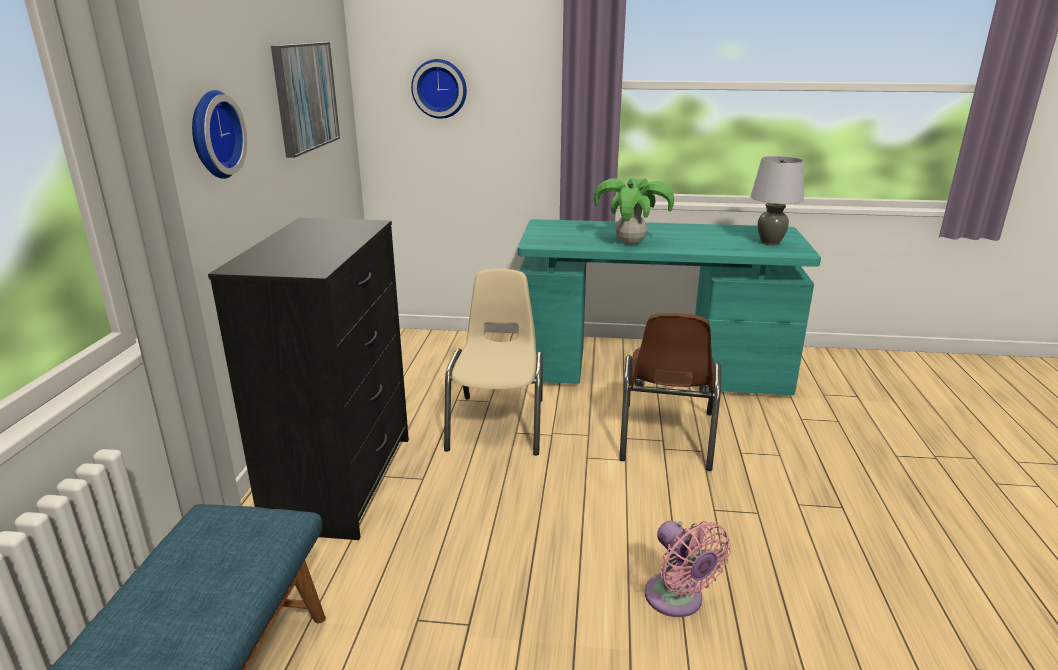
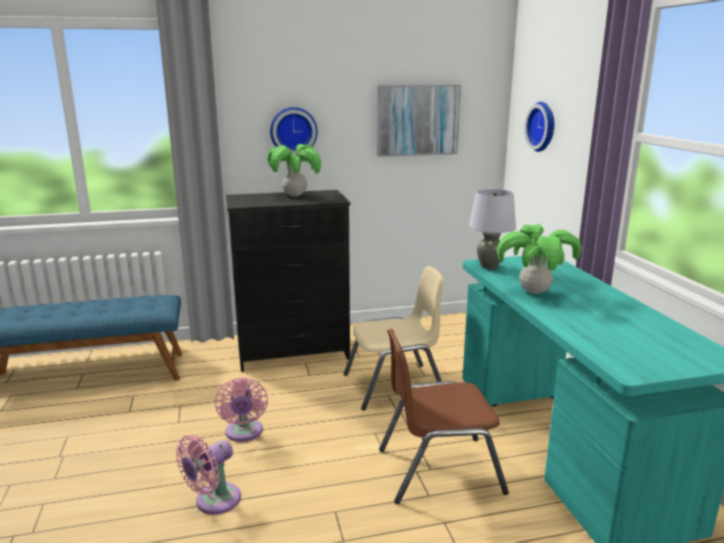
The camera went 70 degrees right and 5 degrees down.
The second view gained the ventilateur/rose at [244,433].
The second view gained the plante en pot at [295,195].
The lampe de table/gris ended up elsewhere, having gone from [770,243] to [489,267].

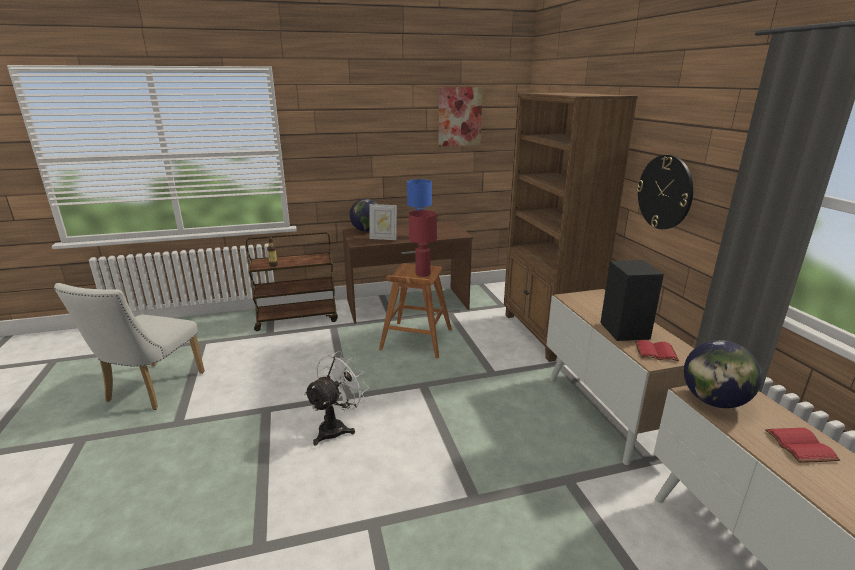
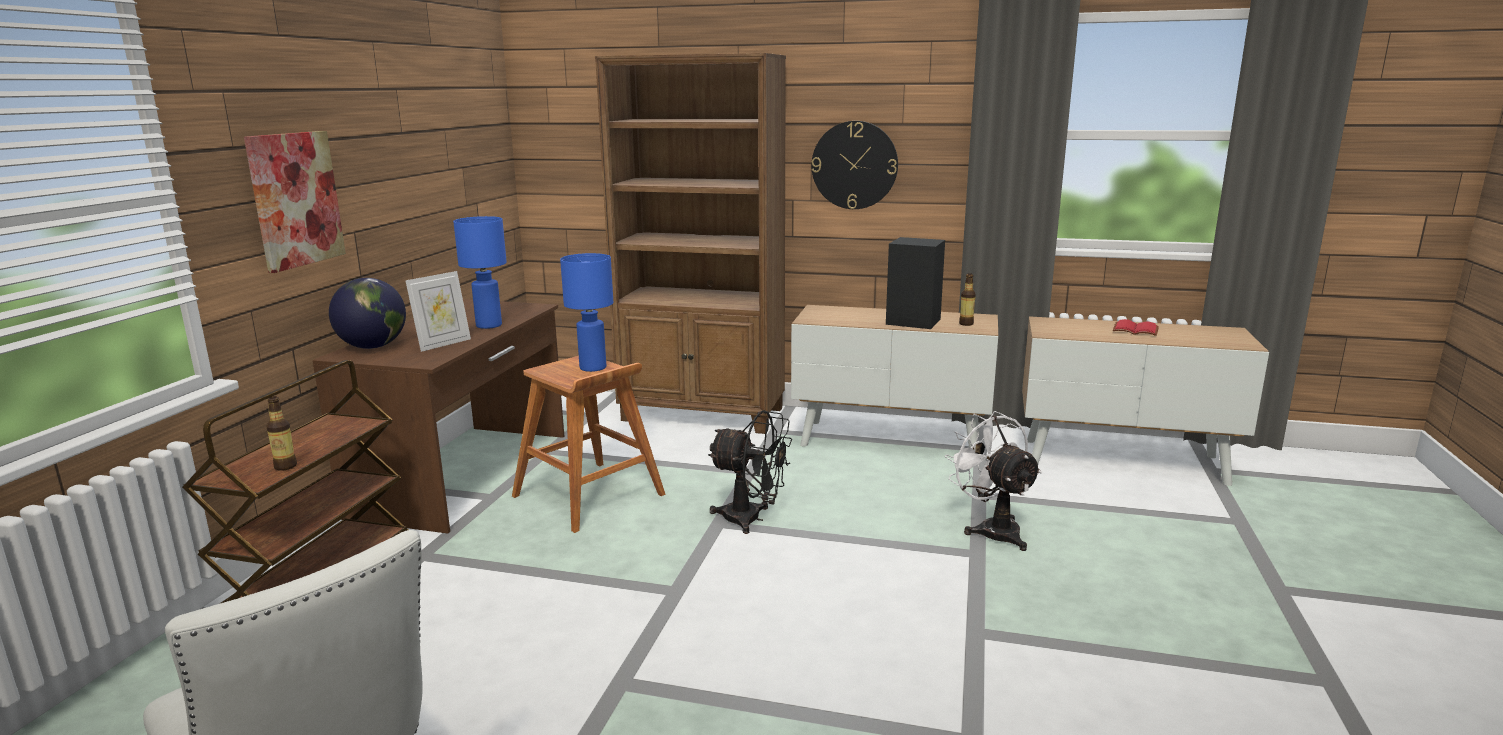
The camera went 60 degrees left and 5 degrees down.
The tableau ended up elsewhere, having gone from [459,116] to [295,199].
What was the lampe de table/rouge at [422,274] turned into the lampe de table/bleu at [592,368].
The second view gained the ventilateur/noir at [751,519].
The ventilateur/blanc ended up elsewhere, having gone from [337,427] to [992,529].
Where the livre/rouge stood at [656,352], the bouteille came to stand at [966,324].
The second view lost the globe at [713,401].

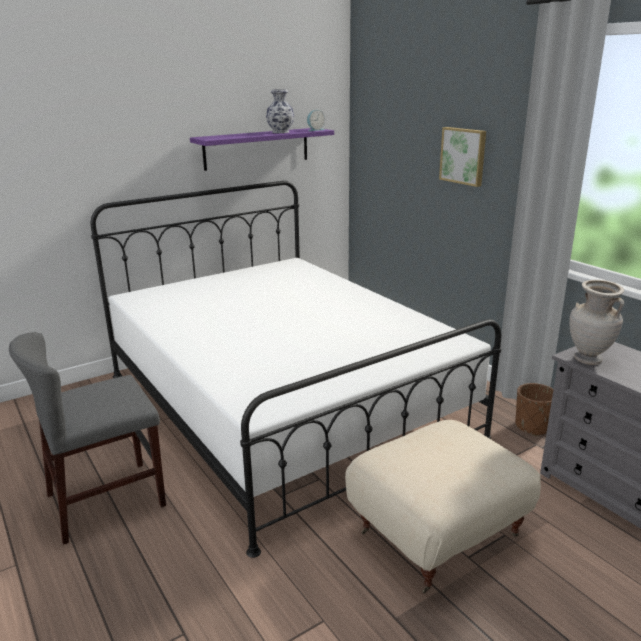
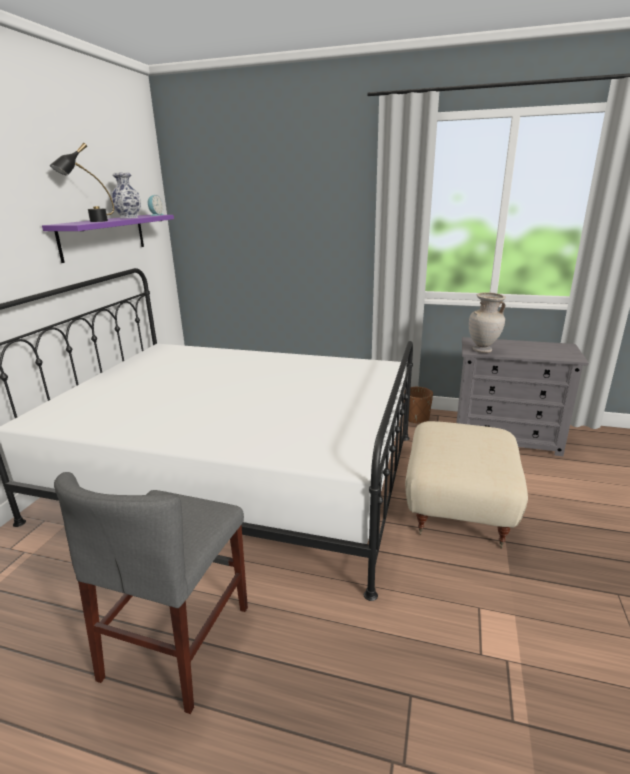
The camera went 40 degrees left and 0 degrees up.
The second view gained the lampe de table/noir at [90,221].
The second view lost the tableau at [463,156].

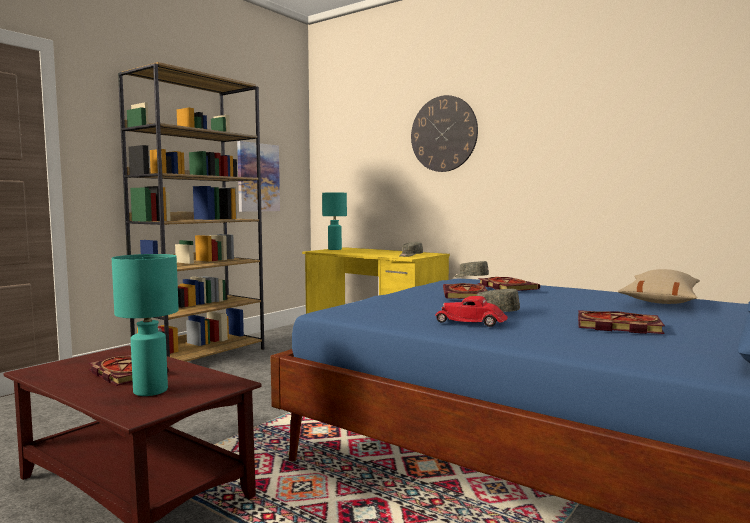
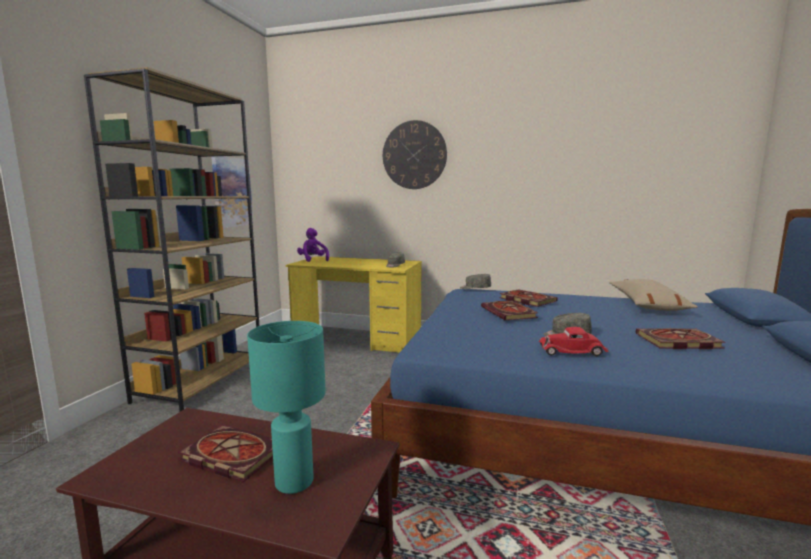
The camera went 20 degrees left and 5 degrees up.
Where the lampe de table/turquoise stood at [335,249], the peluche/violet came to stand at [313,260].

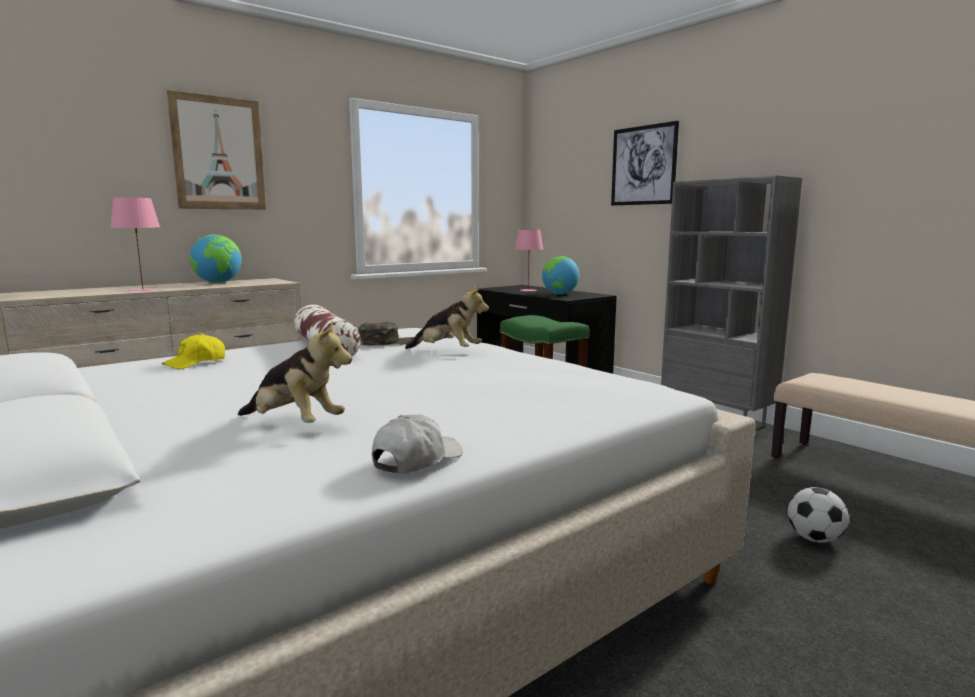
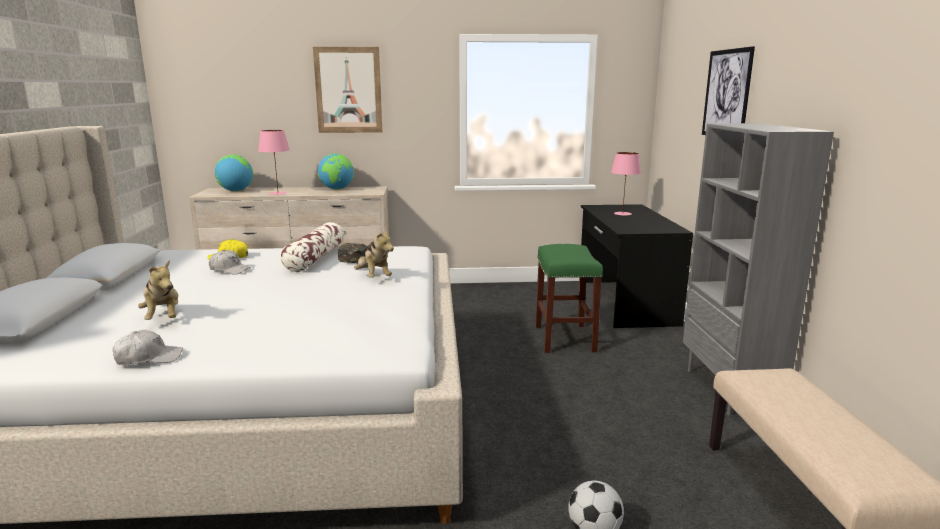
The camera went 35 degrees right and 5 degrees up.
The second view gained the casquette/blanc at [230,269].
The globe ended up elsewhere, having gone from [559,294] to [235,191].

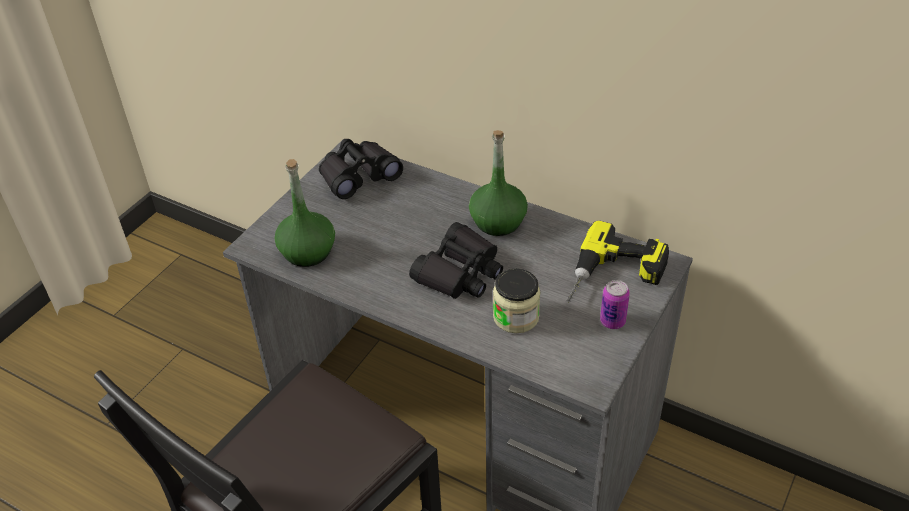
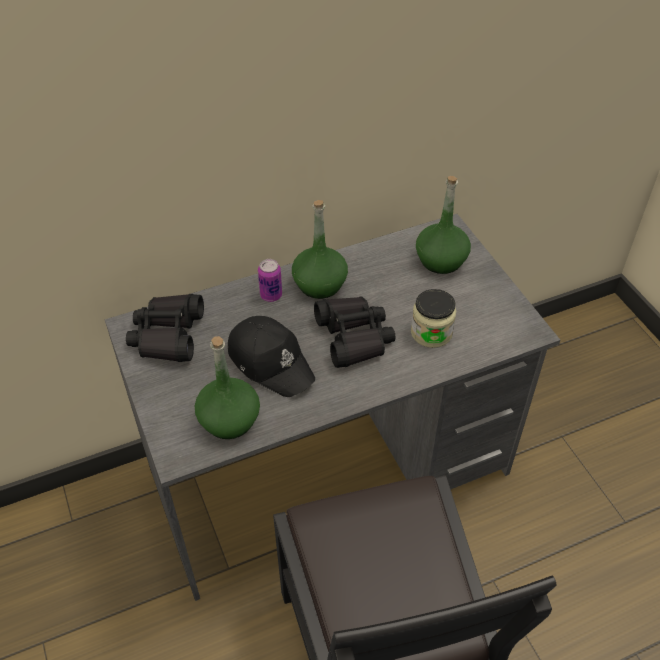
The camera went 55 degrees left and 5 degrees up.
The second view gained the casquette/noir at [271,361].
The boîte métallique ended up elsewhere, having gone from [612,321] to [271,295].
Where the perceuse stood at [615,278], the bouteille/vert came to stand at [441,260].

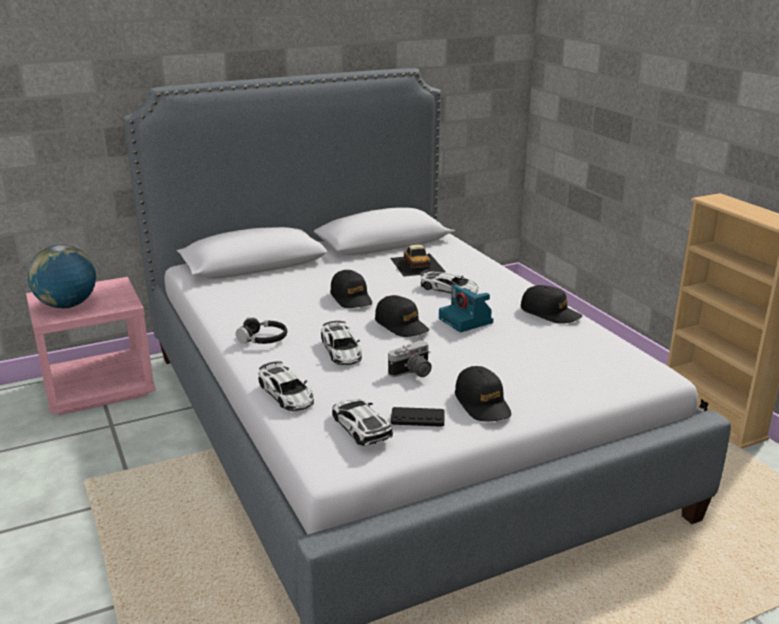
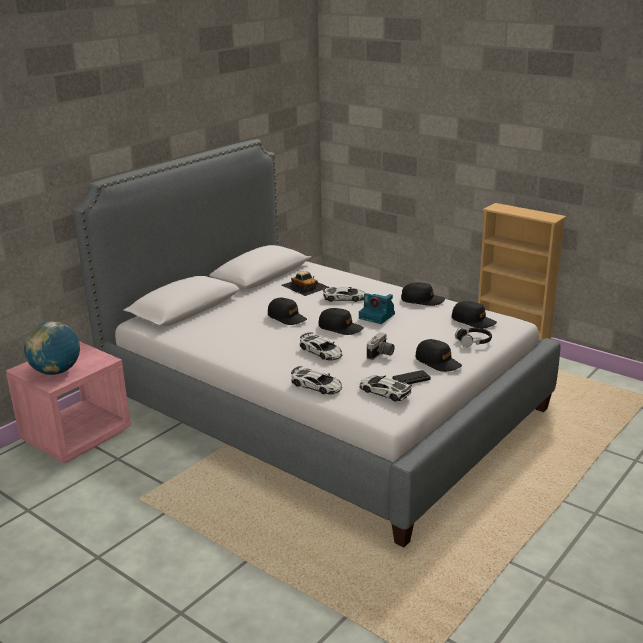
The camera went 25 degrees left and 0 degrees up.
The second view gained the casquette/noir at [473,321].
The casque audio/noir ended up elsewhere, having gone from [263,339] to [473,341].

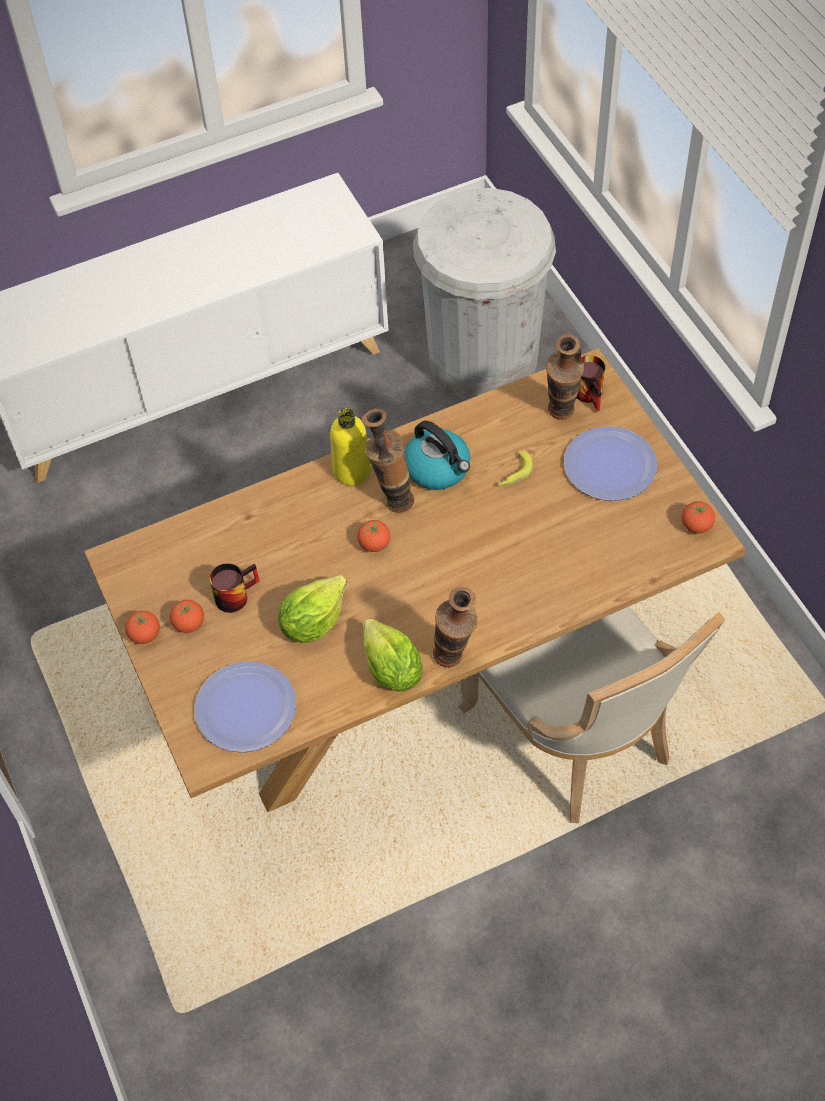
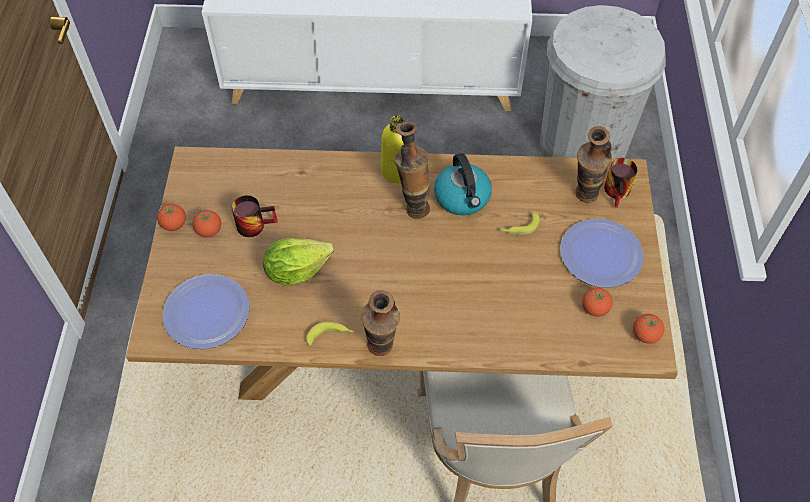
The camera went 25 degrees right and 0 degrees up.
Where the laitue stood at [391,670], the banane came to stand at [330,336].
The tomate ended up elsewhere, having gone from [374,544] to [594,308].

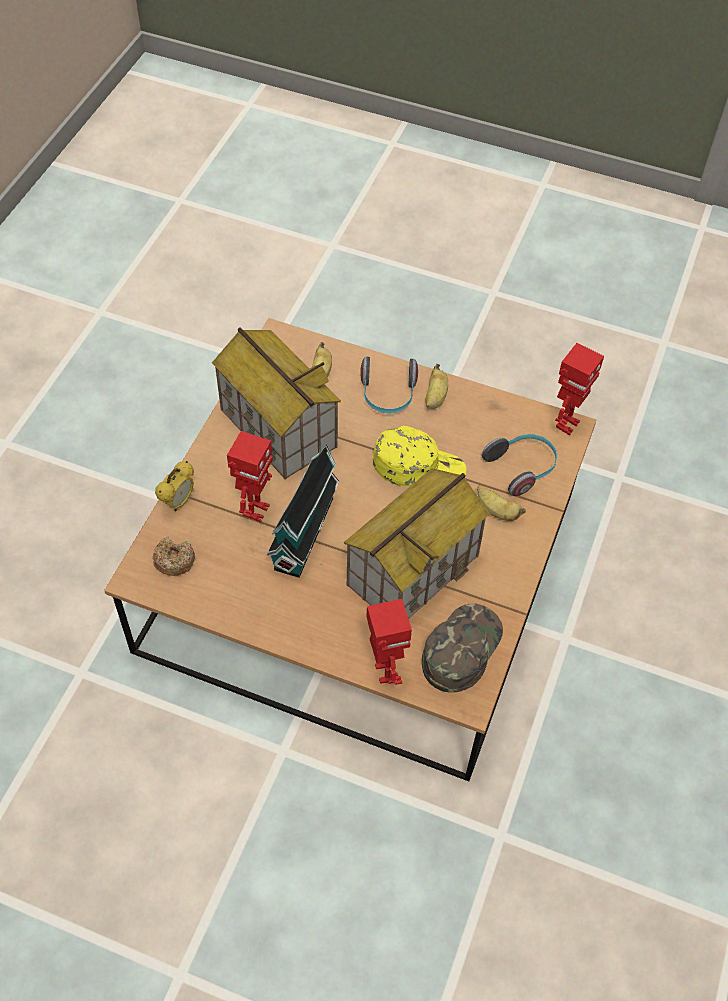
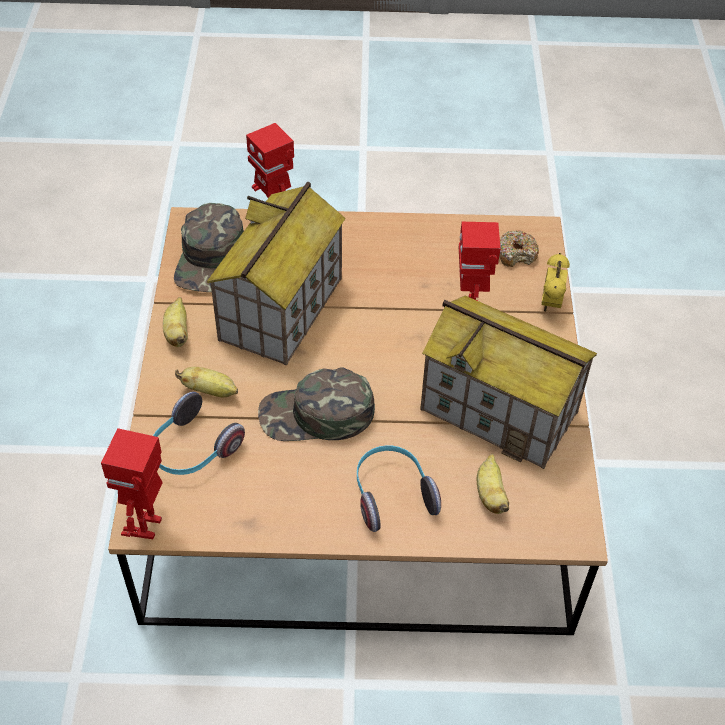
The camera went 160 degrees right and 5 degrees down.
The banane ended up elsewhere, having gone from [435,397] to [177,333].
What was the casquette/jaune at [419,466] turned into the casquette/vert at [316,415].
The second view lost the maison miniature at [305,530].

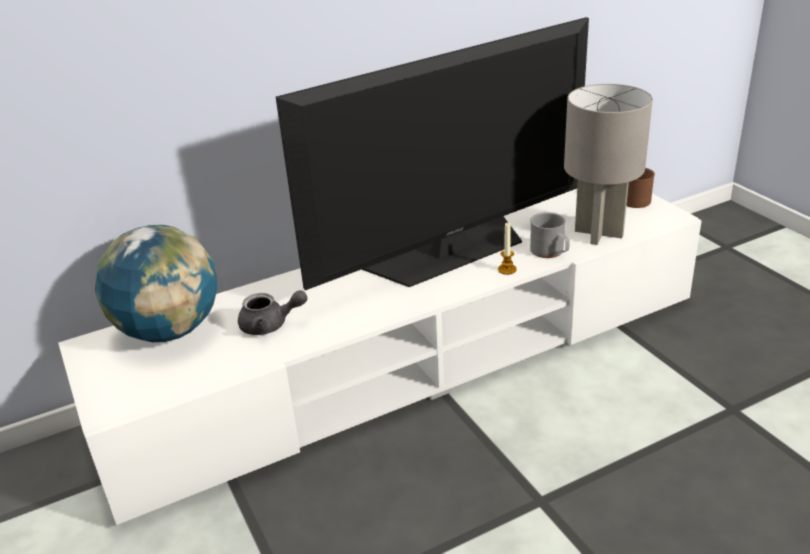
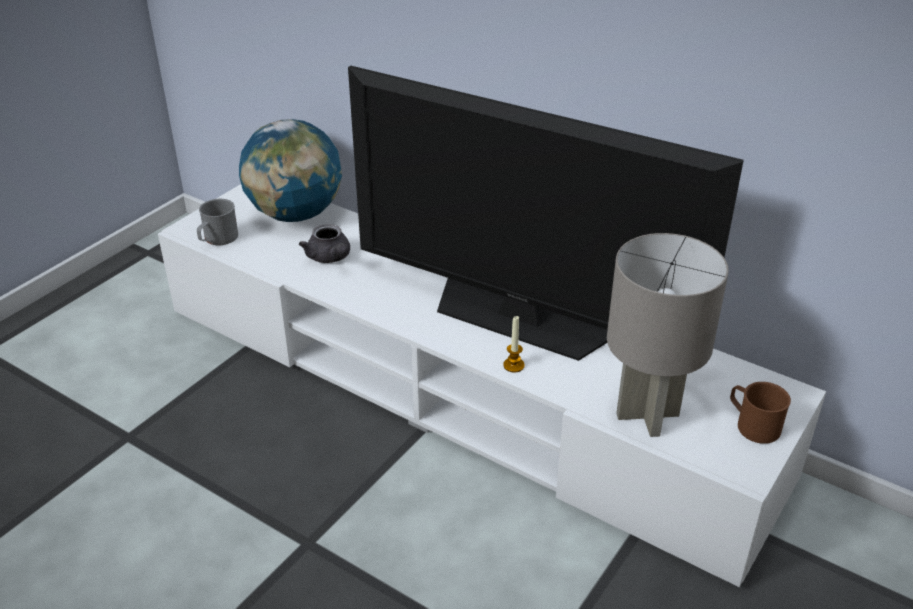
The camera went 60 degrees right and 5 degrees up.
The mug/gris ended up elsewhere, having gone from [550,252] to [217,239].

